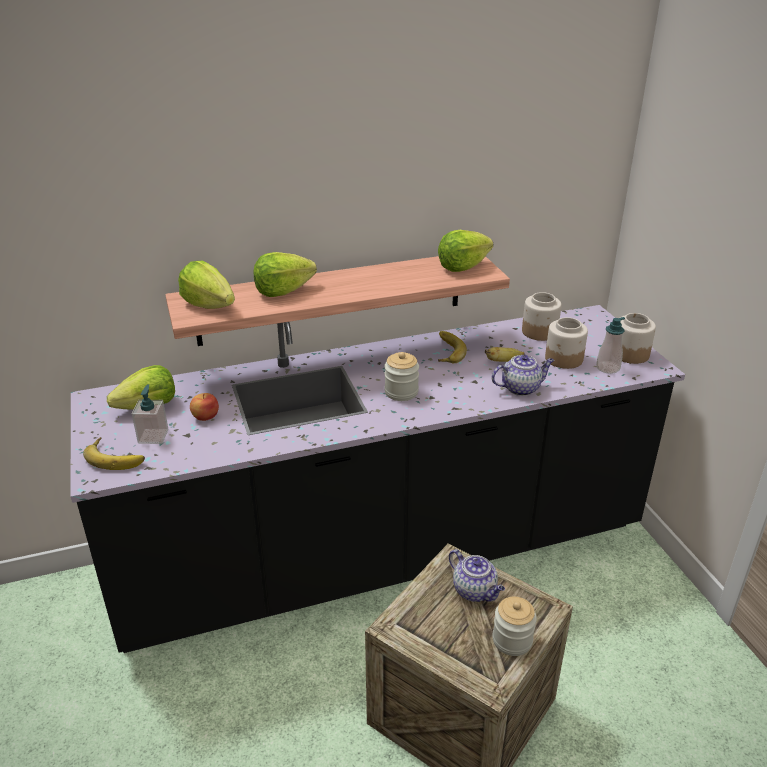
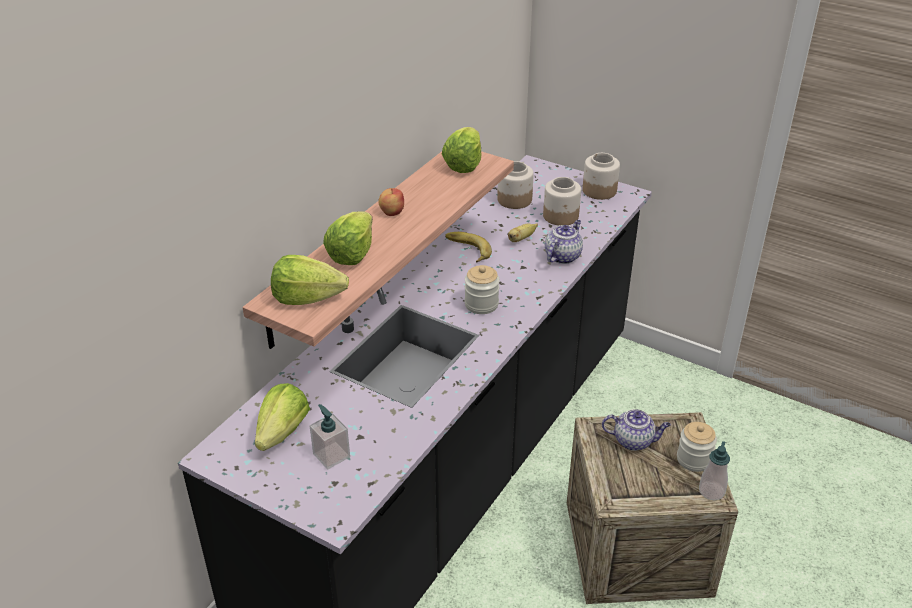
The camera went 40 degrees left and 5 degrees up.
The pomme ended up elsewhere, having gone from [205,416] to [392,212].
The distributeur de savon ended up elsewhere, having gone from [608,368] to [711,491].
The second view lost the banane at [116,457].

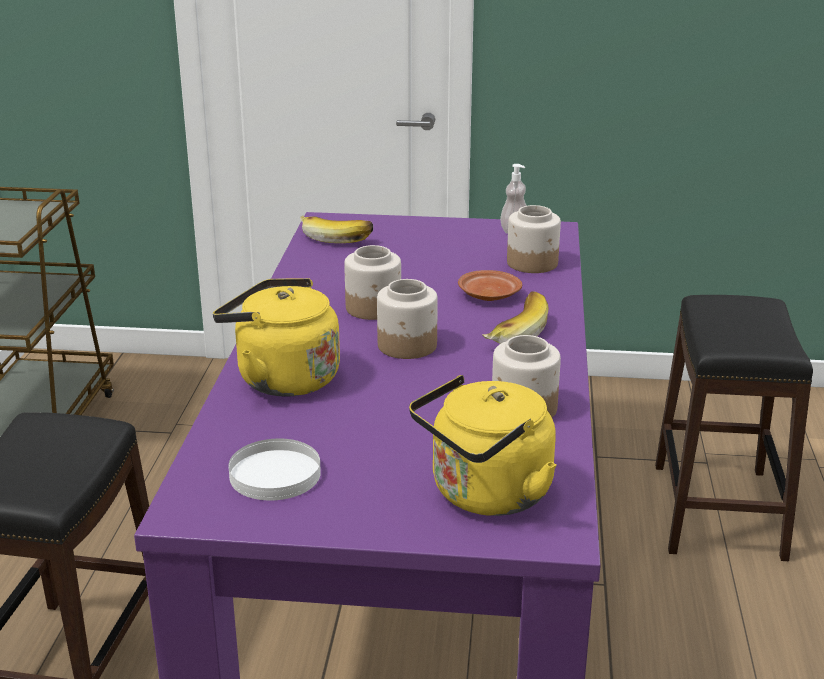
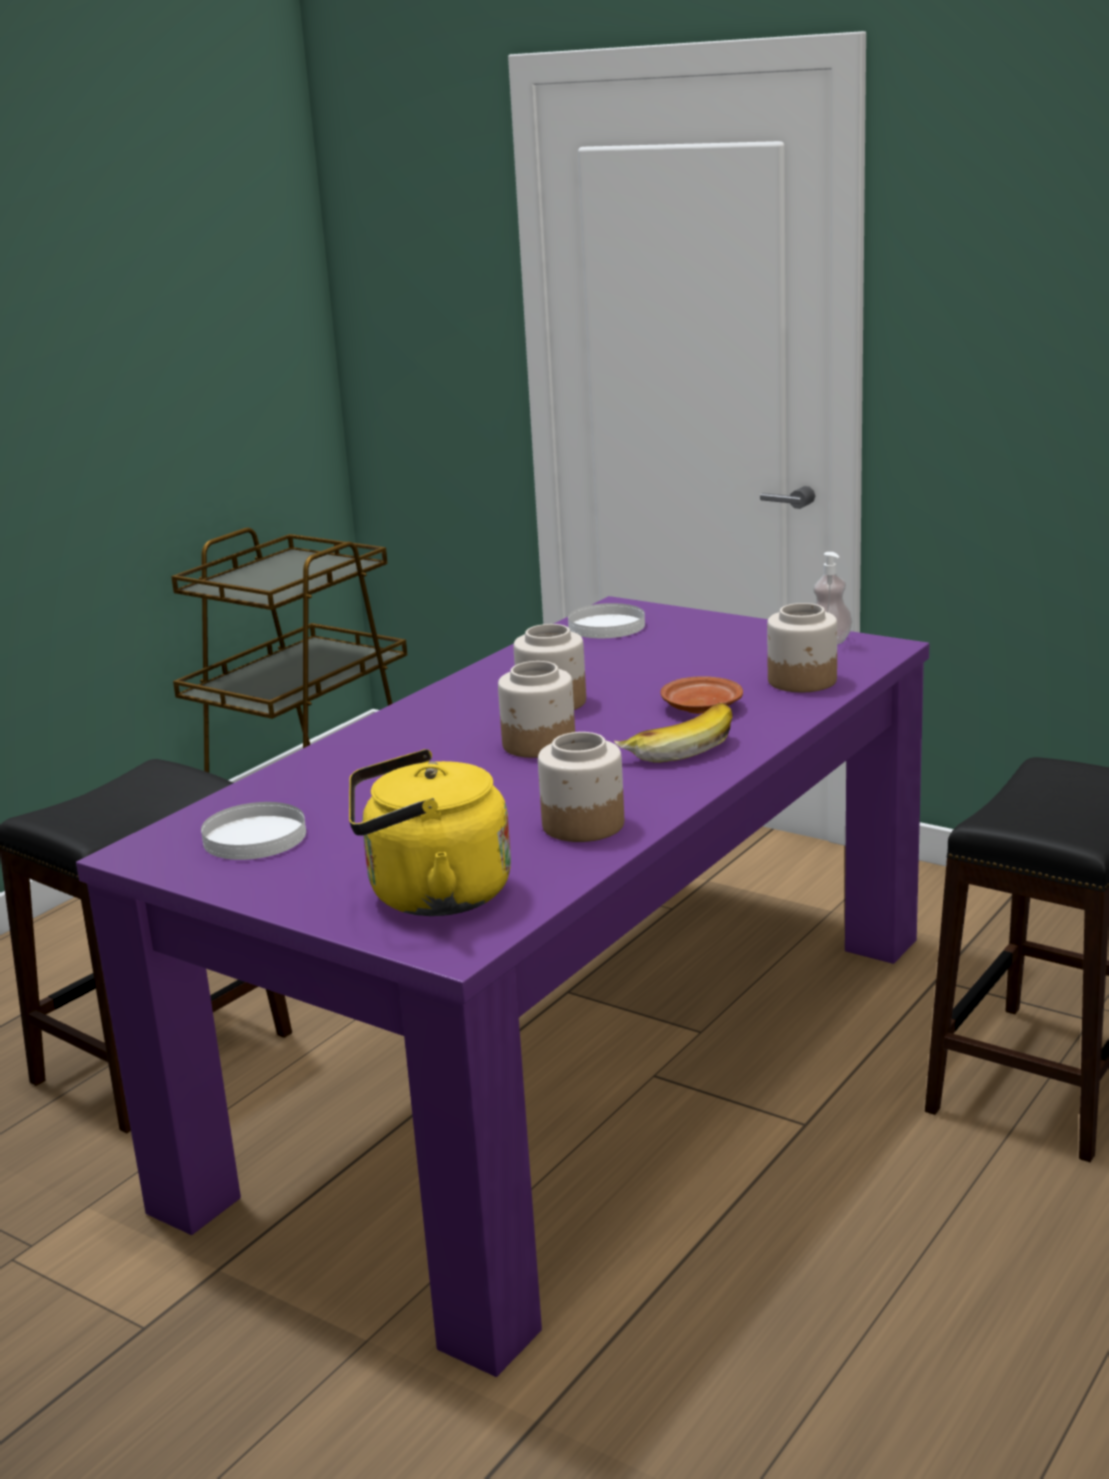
The camera went 30 degrees right and 5 degrees down.
Where the banane stood at [337,237], the assiette/blanc came to stand at [607,626].
The second view lost the bouilloire/jaune at [282,378].

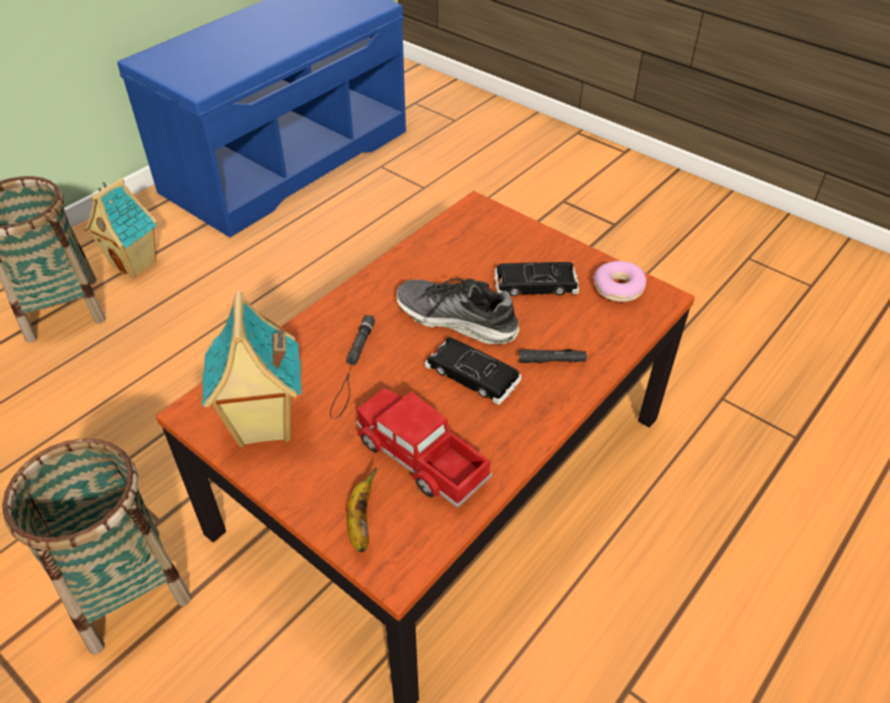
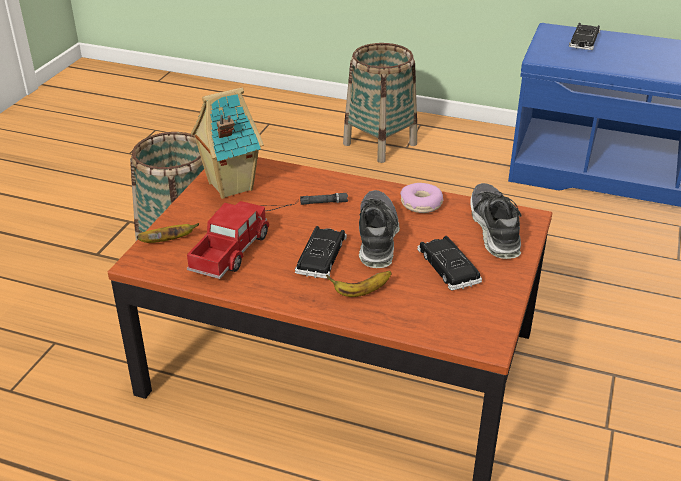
The camera went 70 degrees right and 10 degrees down.
Where the lampe de poche/noir stood at [552,360], the banane came to stand at [361,292].
The beignet ended up elsewhere, having gone from [618,288] to [421,204].
The second view gained the chaussure at [494,229].
The second view gained the petite voiture/noir at [584,41].
The second view lost the maison miniature at [136,264].

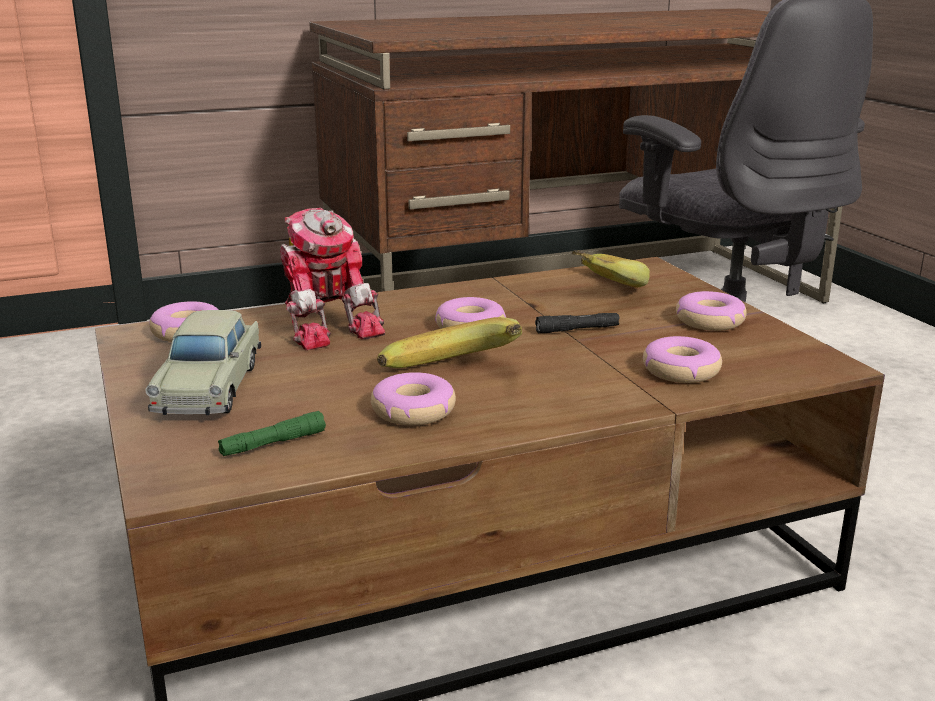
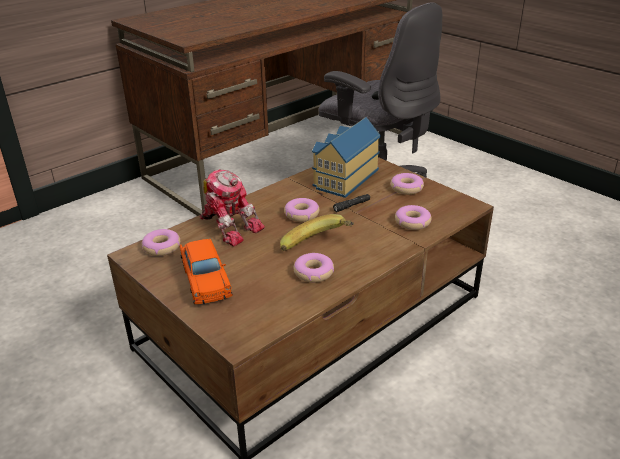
The camera went 20 degrees left and 10 degrees up.
What was the petite voiture/beige at [211,386] turned into the petite voiture/orange at [205,279].
Where the banane stood at [595,291], the maison miniature came to stand at [343,178].
The second view lost the lampe de poche/vert at [273,444].

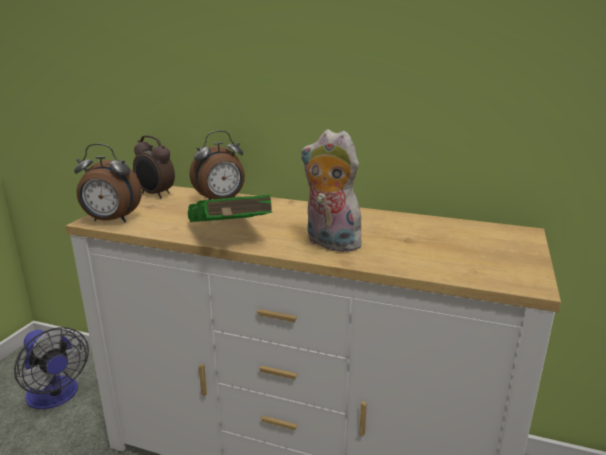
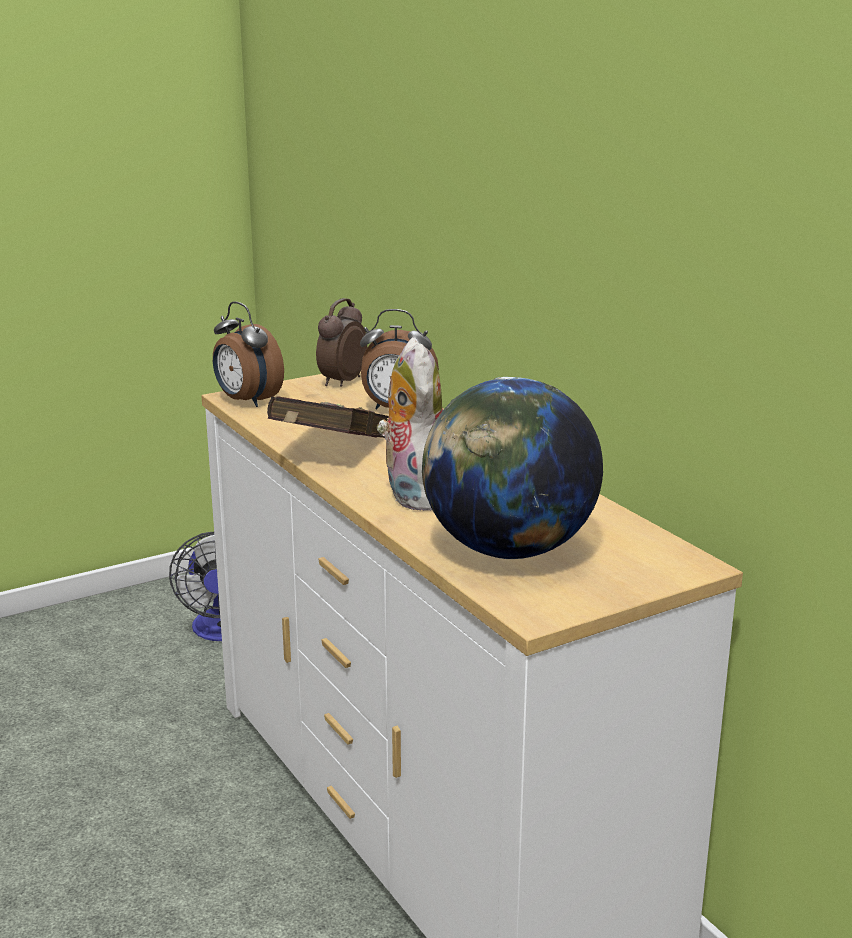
The camera went 40 degrees right and 0 degrees up.
What was the livre/vert at [228,235] turned into the livre/rouge at [327,452].
The réveil at [155,195] ended up facing another way, 45 degrees clockwise from before.
The second view gained the globe at [509,550].

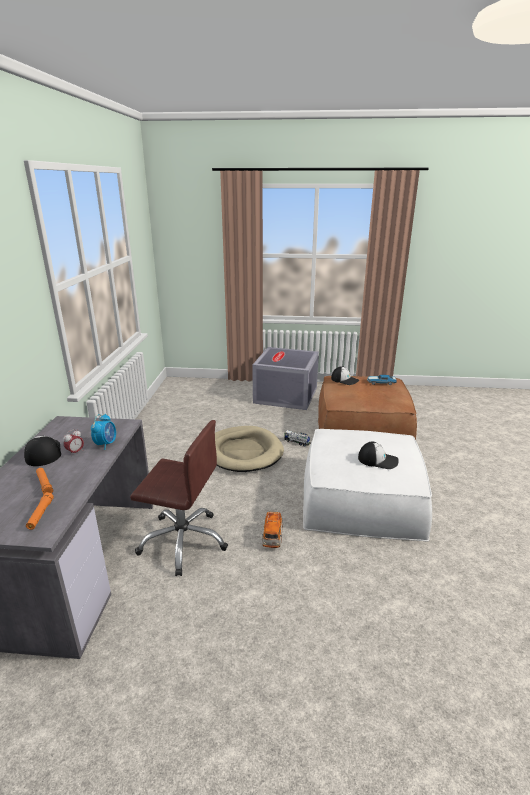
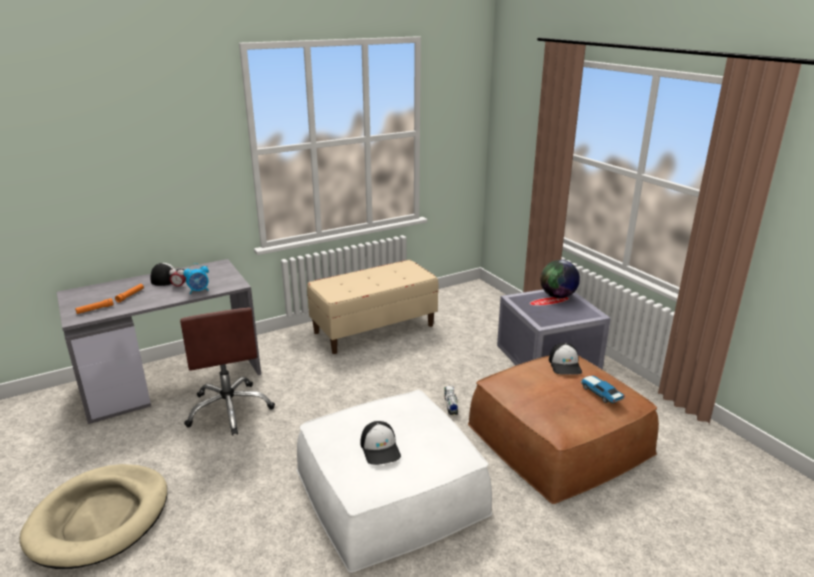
The camera went 55 degrees right and 0 degrees up.
The panier pour chien/beige ended up elsewhere, having gone from [243,452] to [100,518].
The second view gained the banc/beige at [374,329].
The second view gained the globe at [557,296].
The second view lost the petite voiture at [272,537].

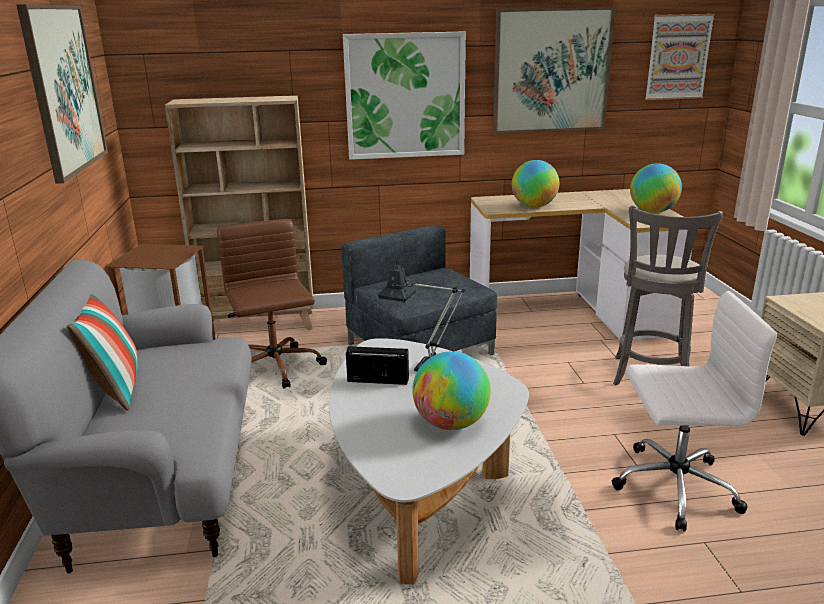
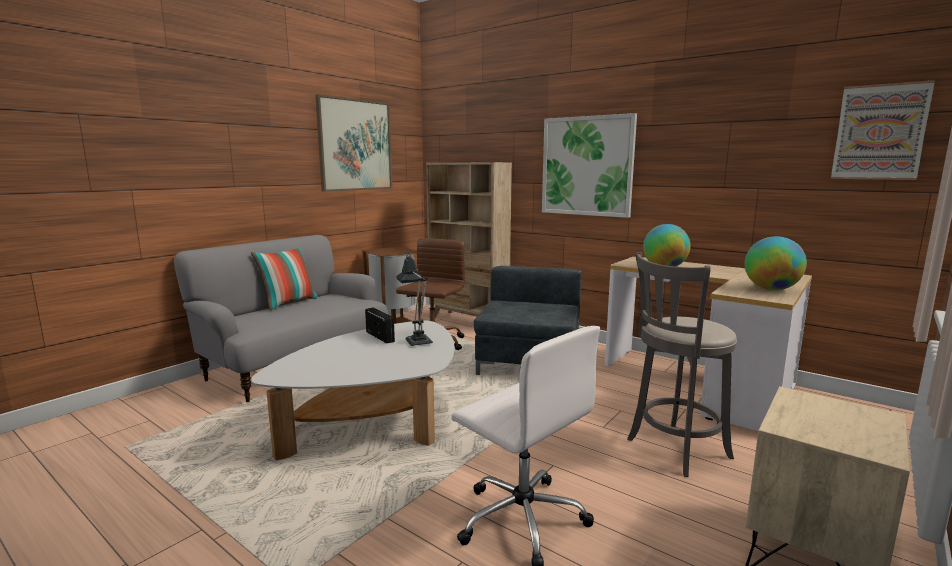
The camera went 45 degrees right and 10 degrees down.
The second view lost the globe at [450,423].
The second view lost the tableau at [551,71].

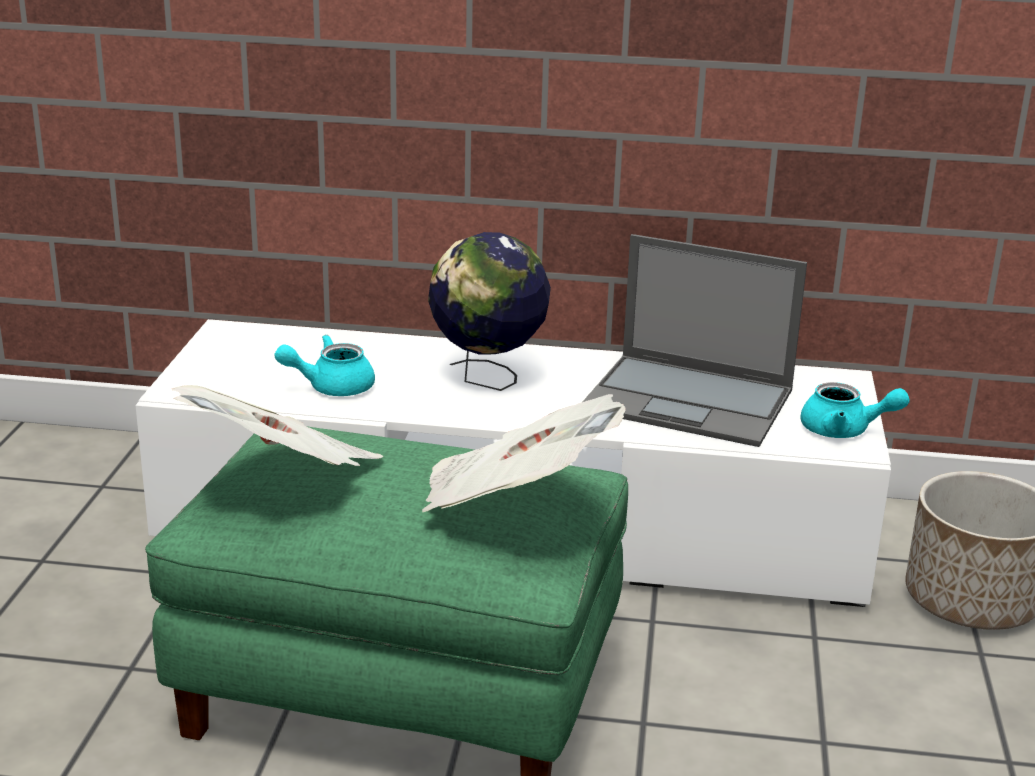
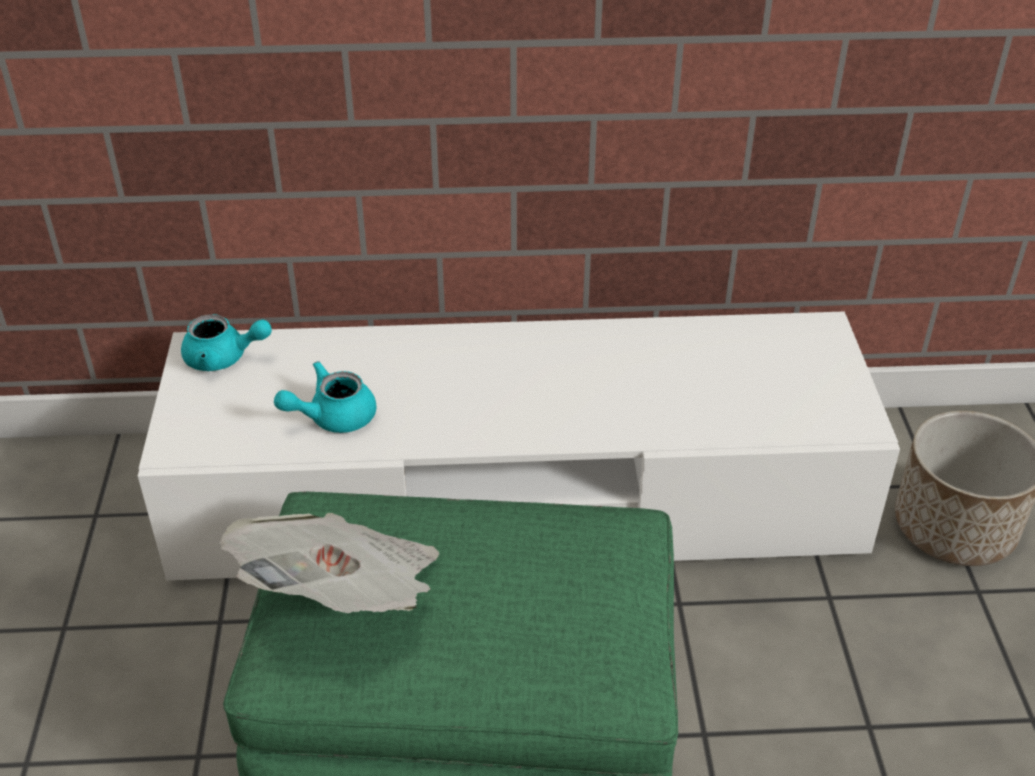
The camera went 10 degrees left and 15 degrees up.
The théière/turquoise ended up elsewhere, having gone from [844,430] to [224,358].
The second view lost the journal at [514,500].
The second view lost the globe at [488,379].
The second view lost the ordinateur portable at [690,400].

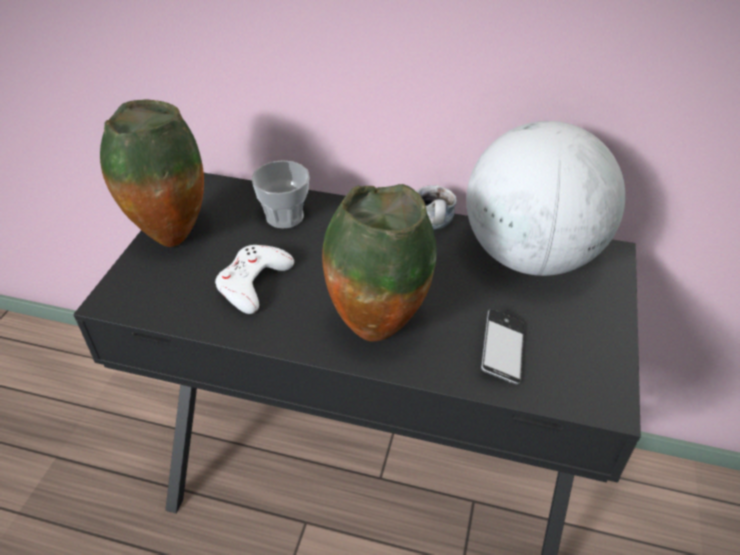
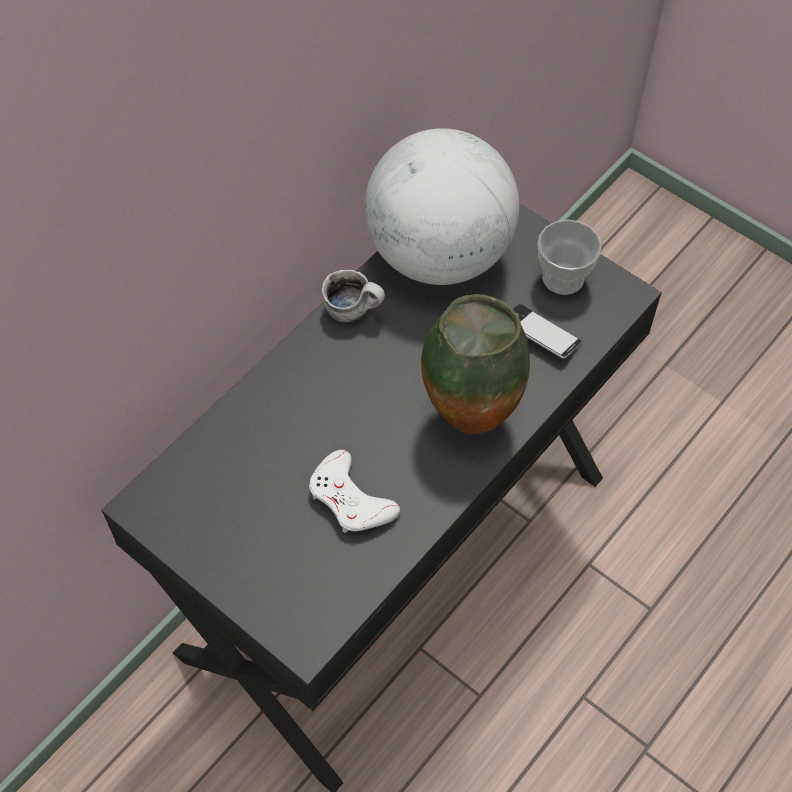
The camera went 65 degrees left and 15 degrees up.
The tasse ended up elsewhere, having gone from [285,216] to [563,278].
The second view lost the vase at [170,237].

